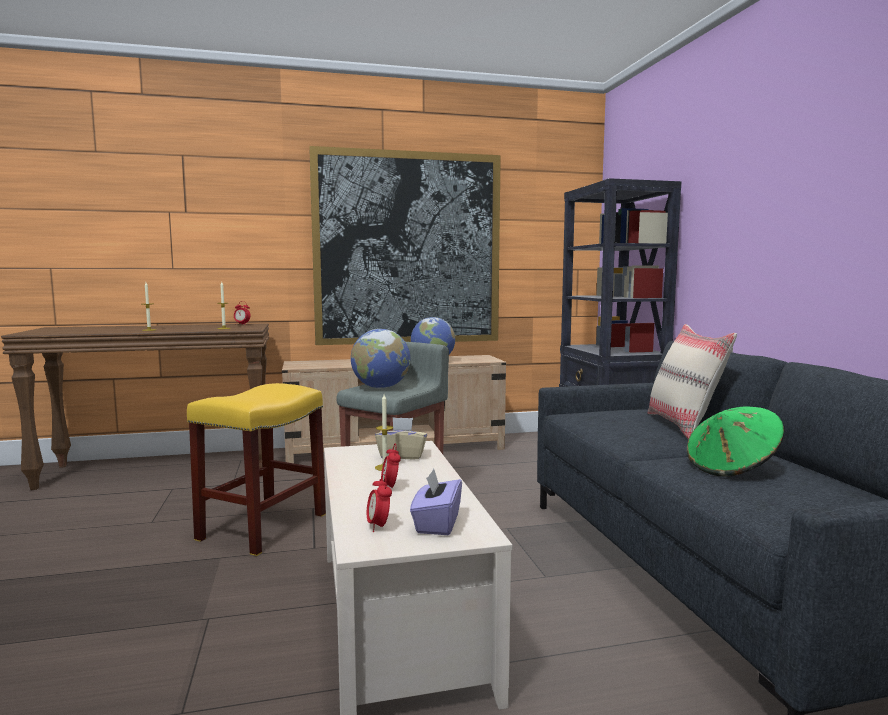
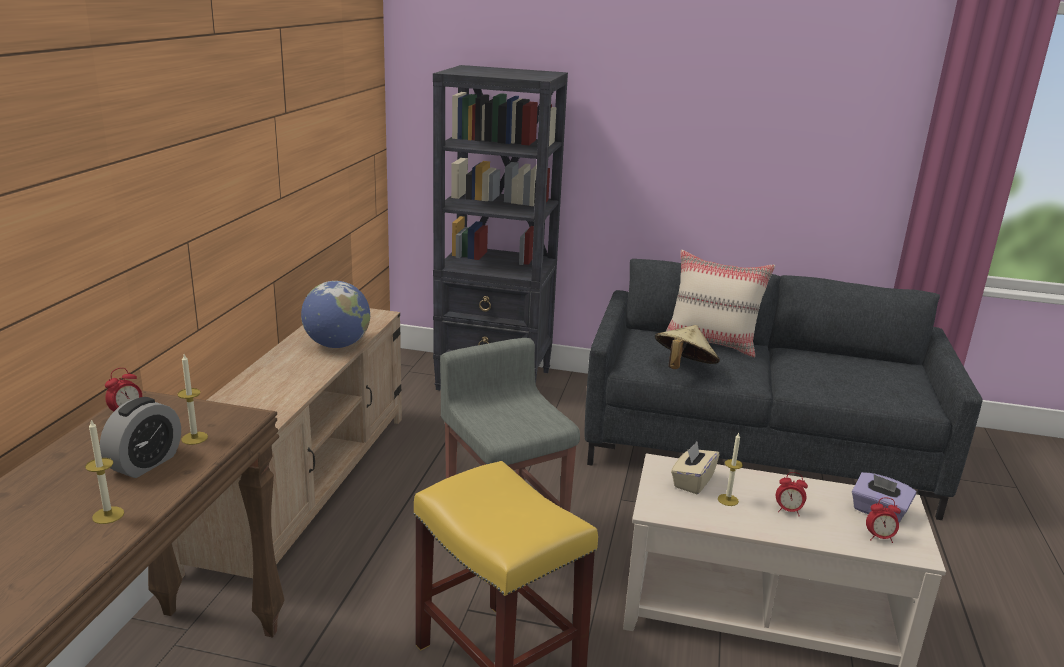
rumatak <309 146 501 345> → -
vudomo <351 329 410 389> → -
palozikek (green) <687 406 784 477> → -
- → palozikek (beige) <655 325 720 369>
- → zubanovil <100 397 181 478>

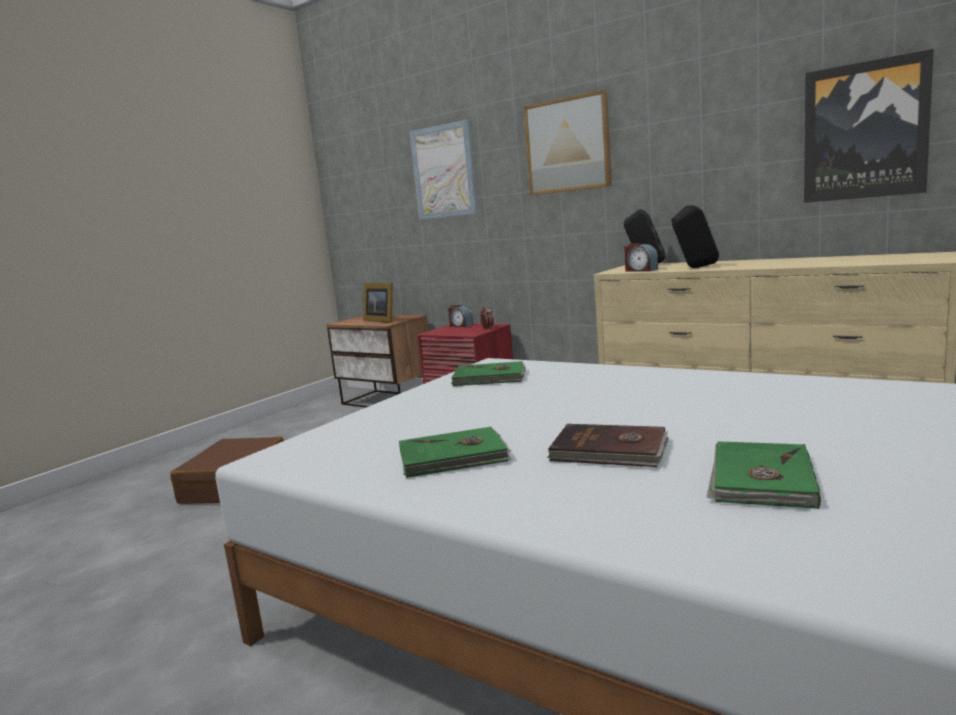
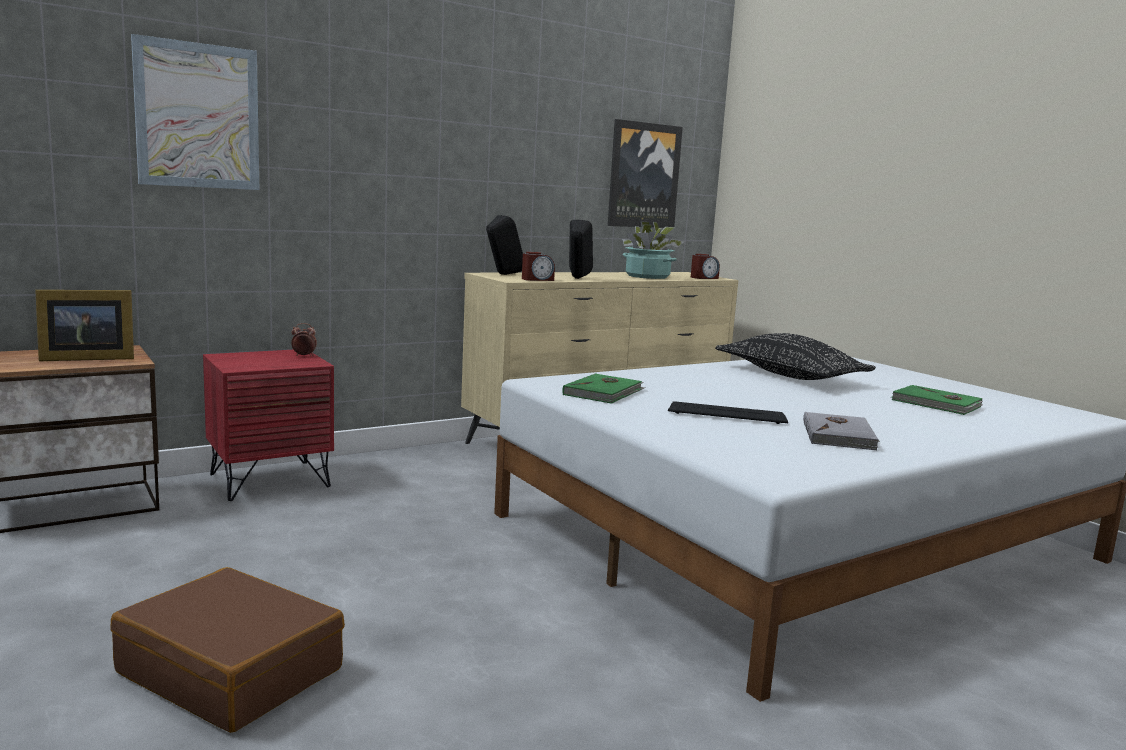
rumatak <523 90 612 195> → -
zubanovil <448 305 473 327> → zubanovil <691 254 720 279>, shifted
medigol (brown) <547 424 669 467> → -
medigol (green) <399 427 511 478> → medigol (grey) <803 412 880 450>
- → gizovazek <622 221 684 279>
- → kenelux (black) <715 333 876 380>
- → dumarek <668 401 788 424>

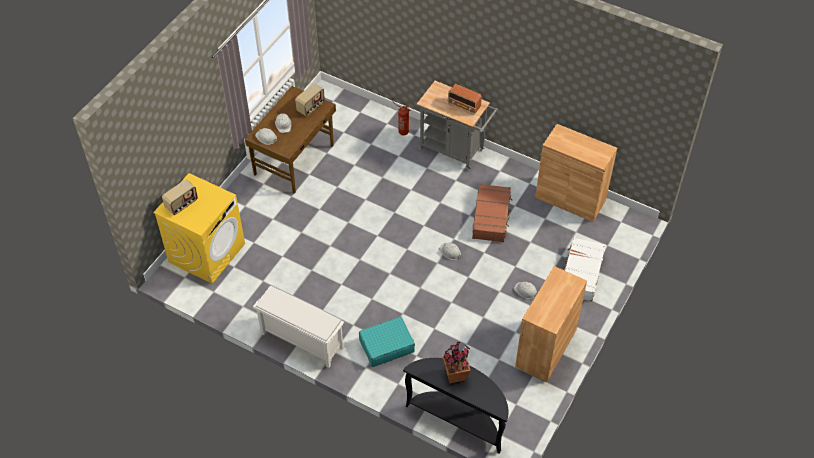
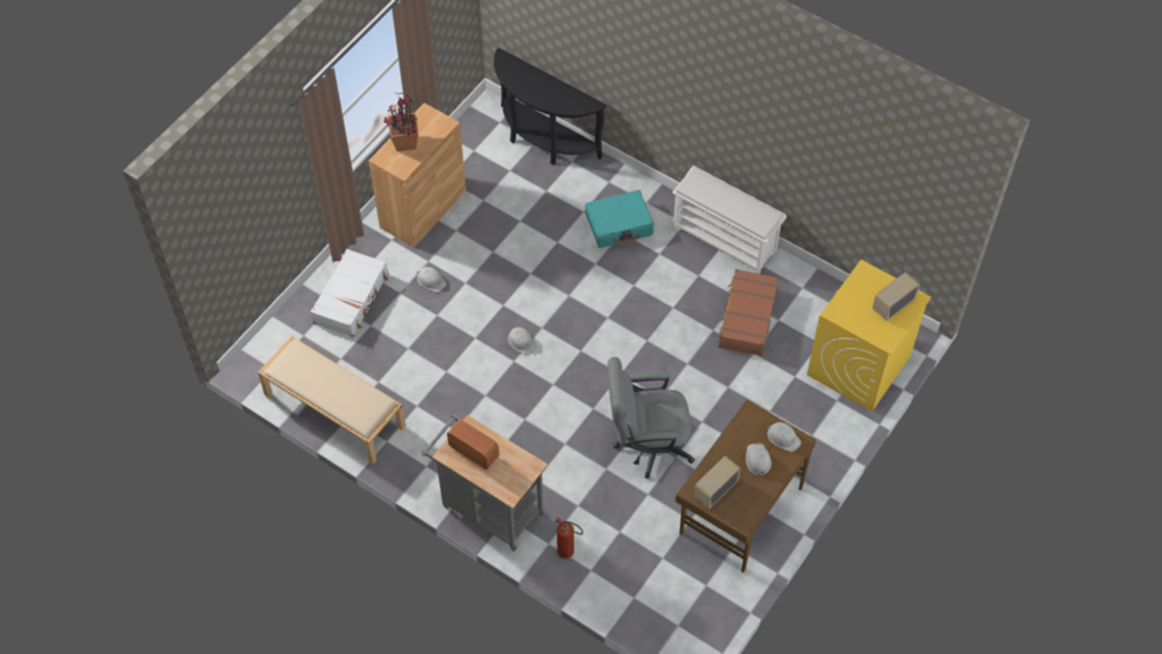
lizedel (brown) <535 124 617 222> → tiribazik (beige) <258 336 406 464>
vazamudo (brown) <472 184 512 242> → vazamudo (brown) <716 269 779 356>, shifted
gizovazek <442 342 471 384> → gizovazek <384 93 418 151>, shifted
- → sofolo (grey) <608 357 695 479>

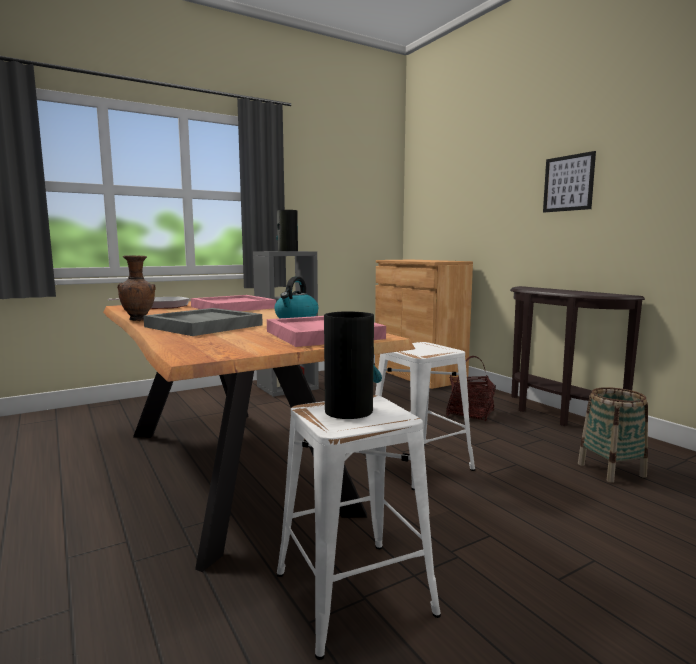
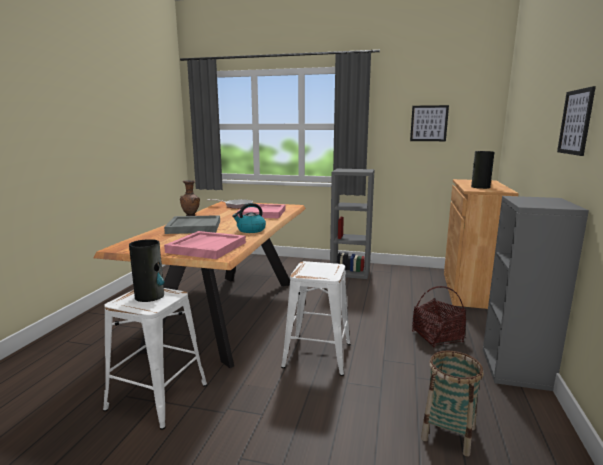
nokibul <276 210 298 251> → nokibul <471 151 494 189>, shifted
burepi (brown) <510 286 645 426> → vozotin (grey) <483 196 589 391>
- → rumatak <410 105 449 141>

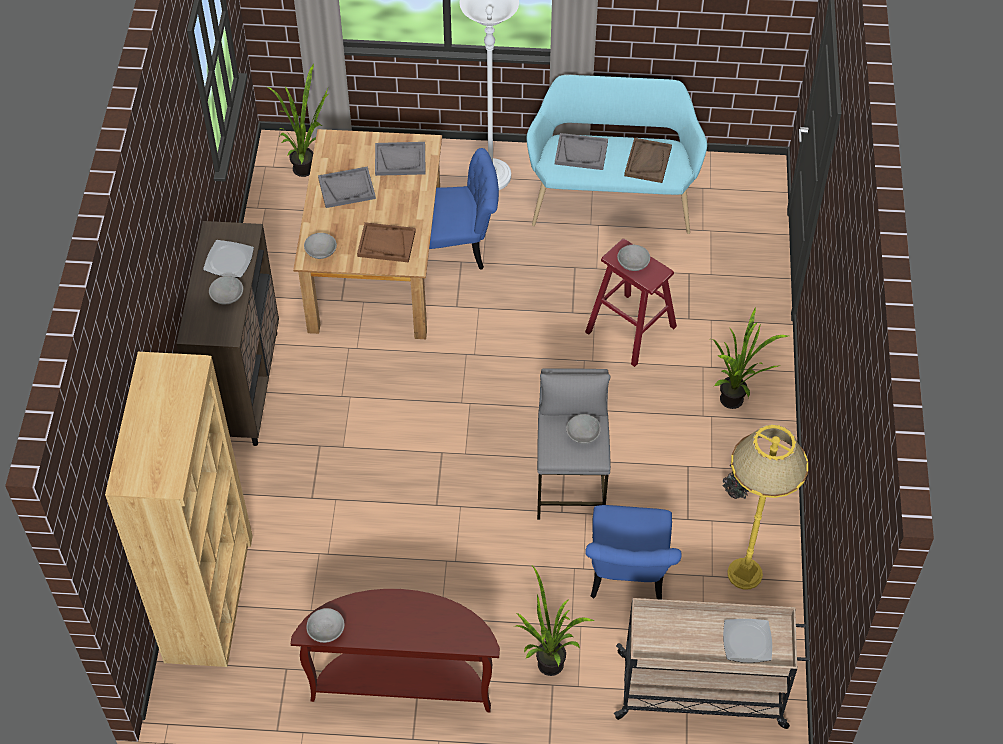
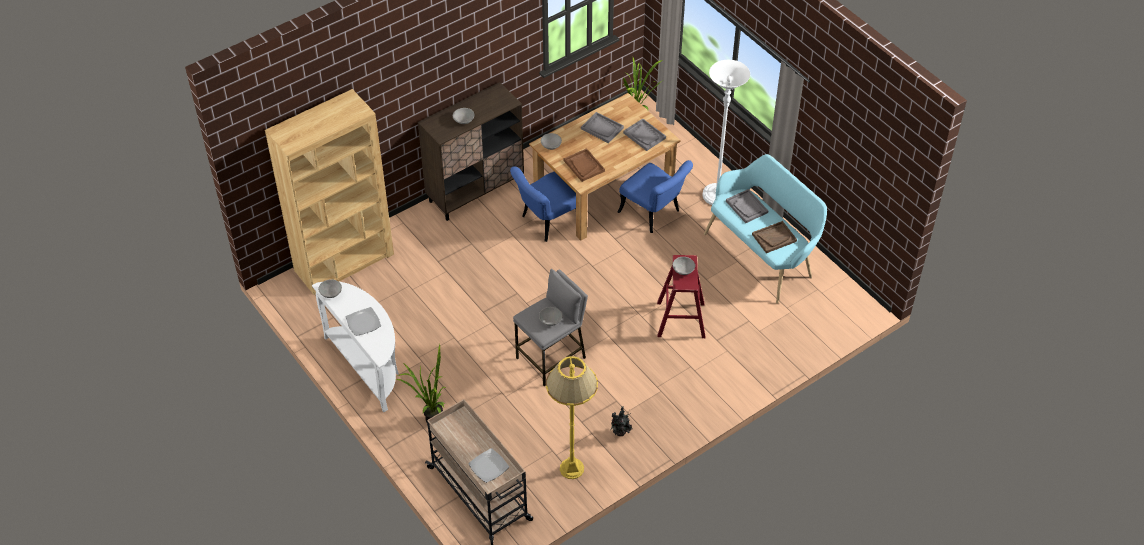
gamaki <203 240 254 278> → gamaki <346 307 381 336>, shifted
gizovazek <713 307 789 409> → -
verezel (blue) <585 505 682 600> → verezel (blue) <510 166 576 242>, shifted
burepi (brown) <291 589 500 712> → burepi (white) <312 282 399 412>

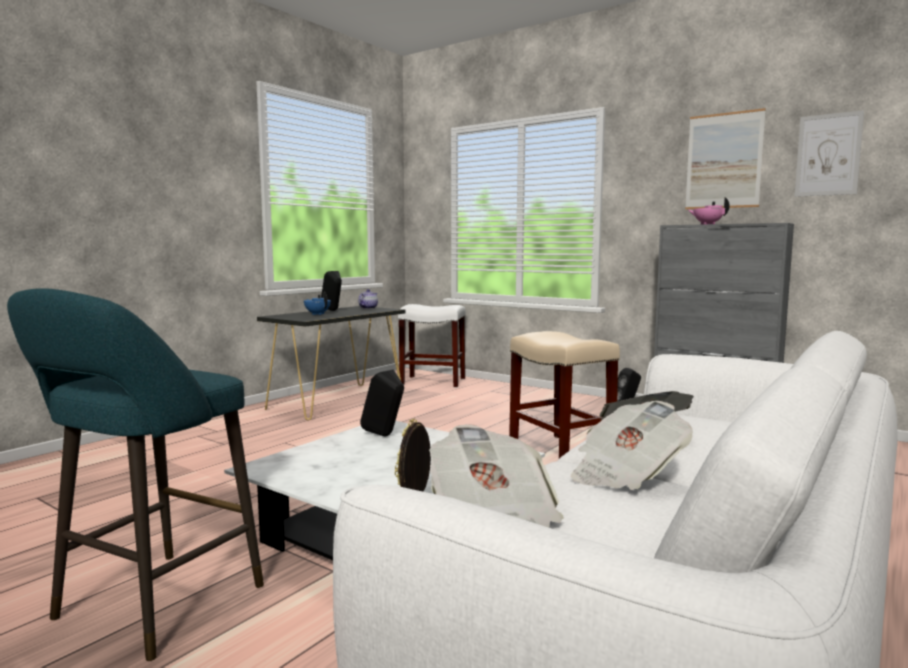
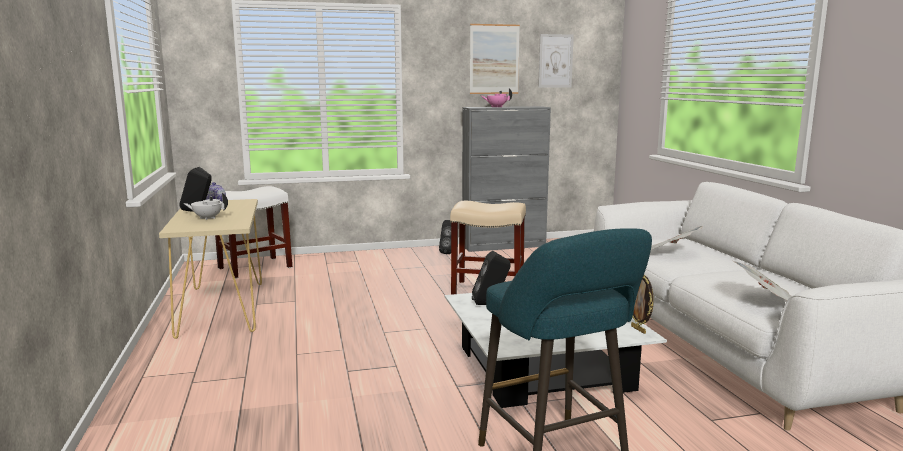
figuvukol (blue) <304 292 331 315> → figuvukol (white) <183 193 228 220>
burepi (black) <257 306 405 420> → burepi (beige) <159 199 262 339>
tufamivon <571 401 693 490> → -

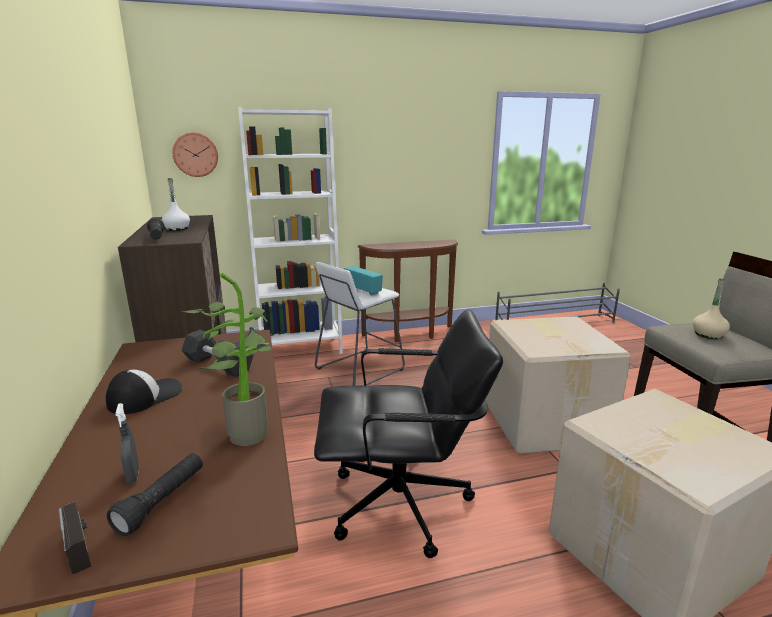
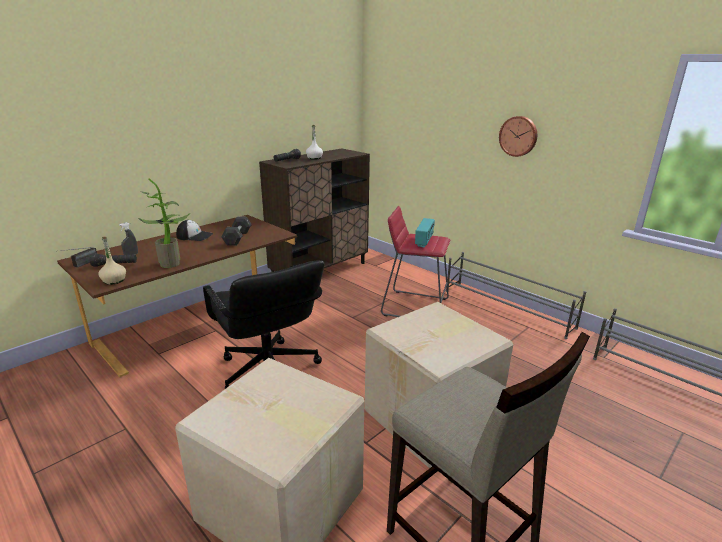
vozotin (white) <238 107 343 354> → -
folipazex <172 133 218 177> → folipazex <499 116 537 157>, shifted
burepi (brown) <358 239 458 343> → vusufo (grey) <446 252 586 339>
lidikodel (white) <315 262 405 386> → lidikodel (red) <381 206 450 317>
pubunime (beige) <693 278 730 339> → pubunime (beige) <98 236 126 285>, shifted

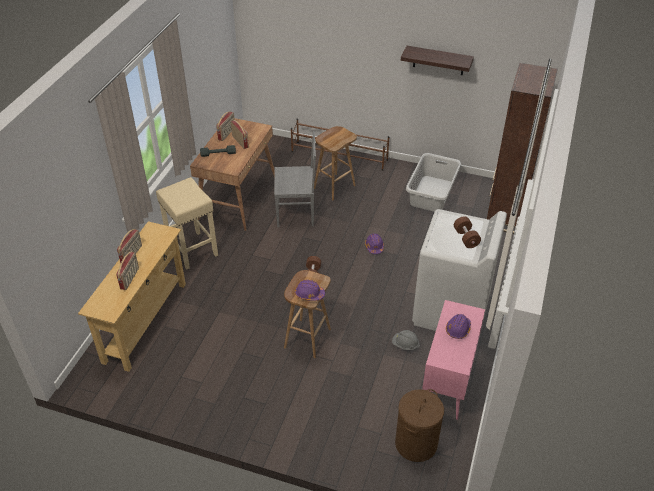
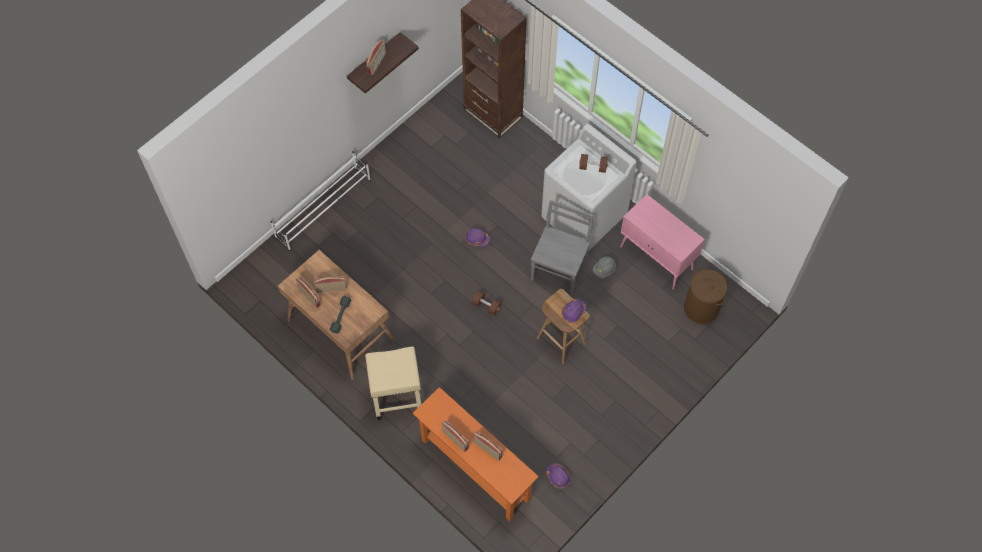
vusufo (brown) <291 119 390 171> → vusufo (white) <270 151 371 251>
lidikodel (brown) <314 126 357 201> → -
verezel (grey) <274 131 316 227> → verezel (grey) <531 200 593 295>, shifted
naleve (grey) <406 153 461 212> → -
burepi (beige) <78 221 186 372> → burepi (orange) <413 387 539 521>
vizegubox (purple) <446 314 471 339> → vizegubox (purple) <546 463 571 489>, shifted
- → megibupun <366 40 386 75>

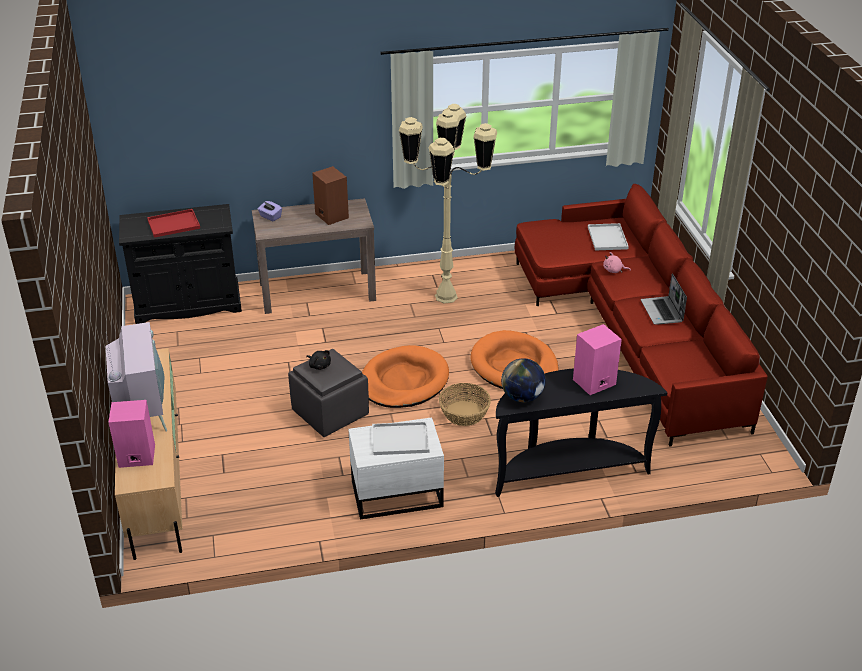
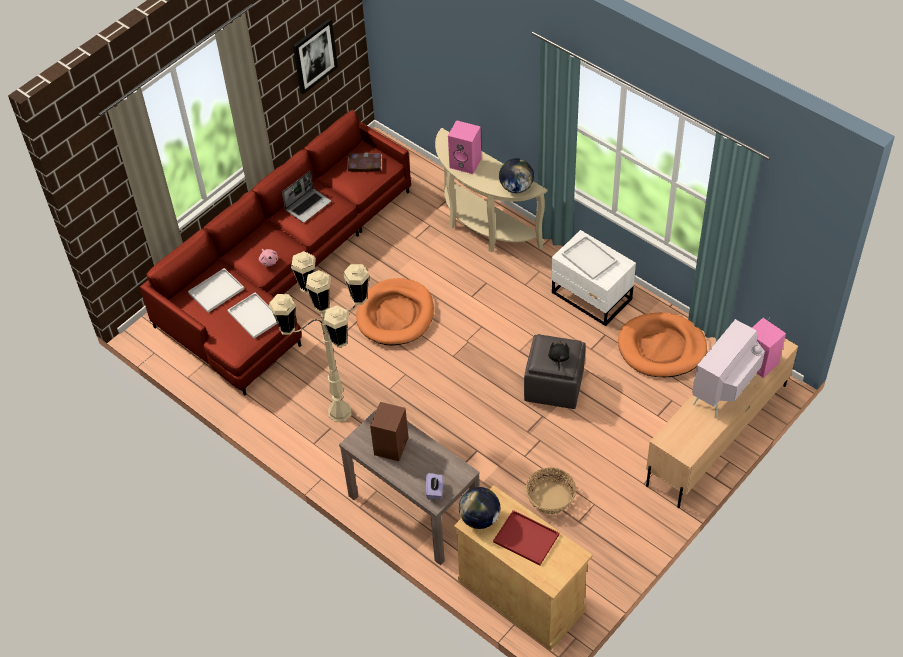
lizedel (black) <119 204 242 324> → lizedel (beige) <454 485 592 651>
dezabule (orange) <362 345 449 408> → dezabule (orange) <618 313 707 377>, shifted
burepi (black) <495 368 667 497> → burepi (beige) <435 128 547 252>
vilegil <439 383 491 426> → vilegil <526 467 576 514>, shifted
- → rumatak <293 18 338 94>
- → medigol <347 153 382 172>
- → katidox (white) <227 292 277 339>
- → vudomo <459 487 500 529>

